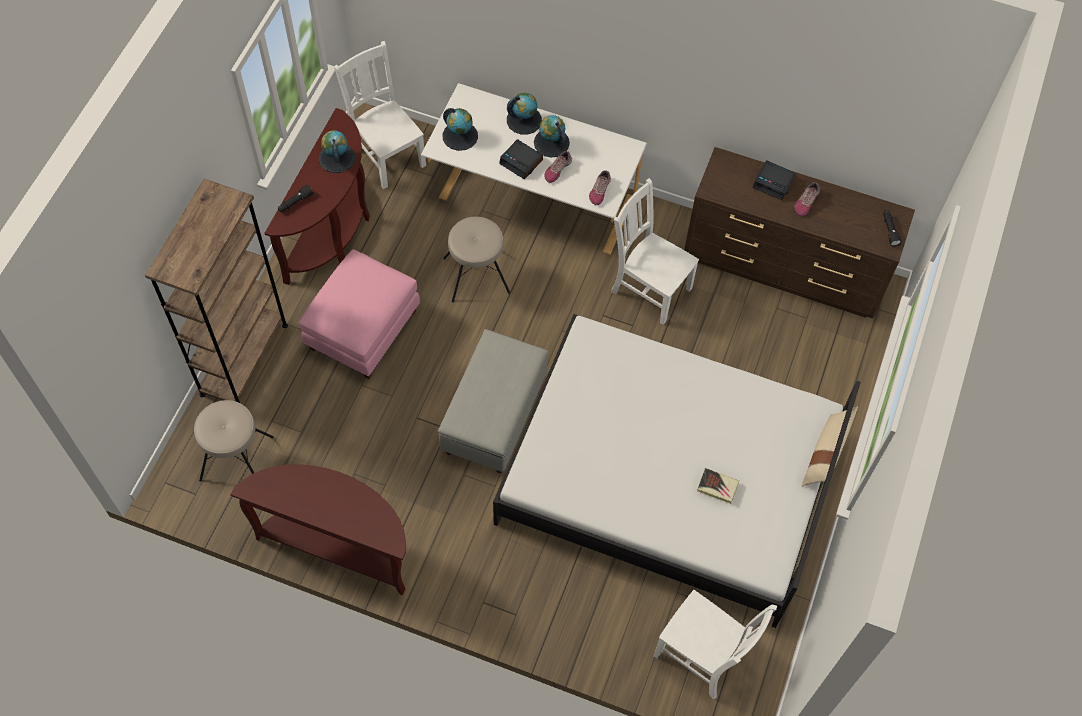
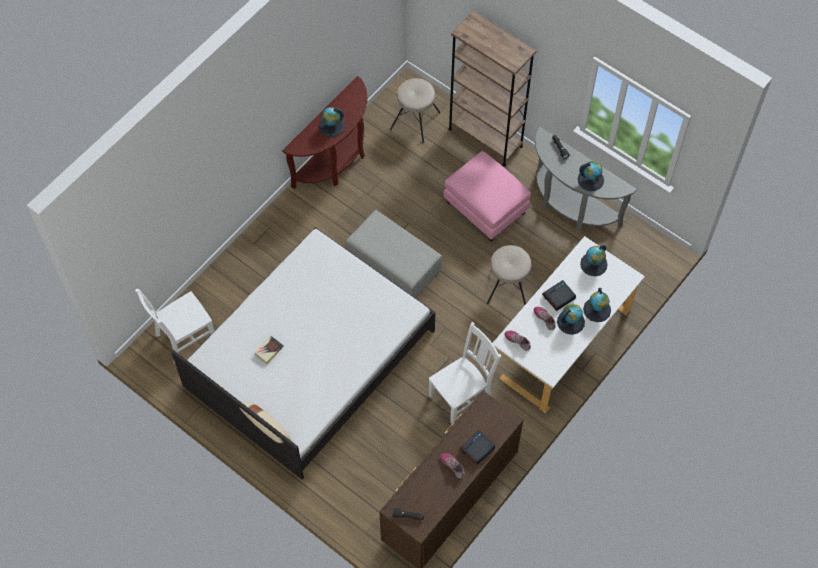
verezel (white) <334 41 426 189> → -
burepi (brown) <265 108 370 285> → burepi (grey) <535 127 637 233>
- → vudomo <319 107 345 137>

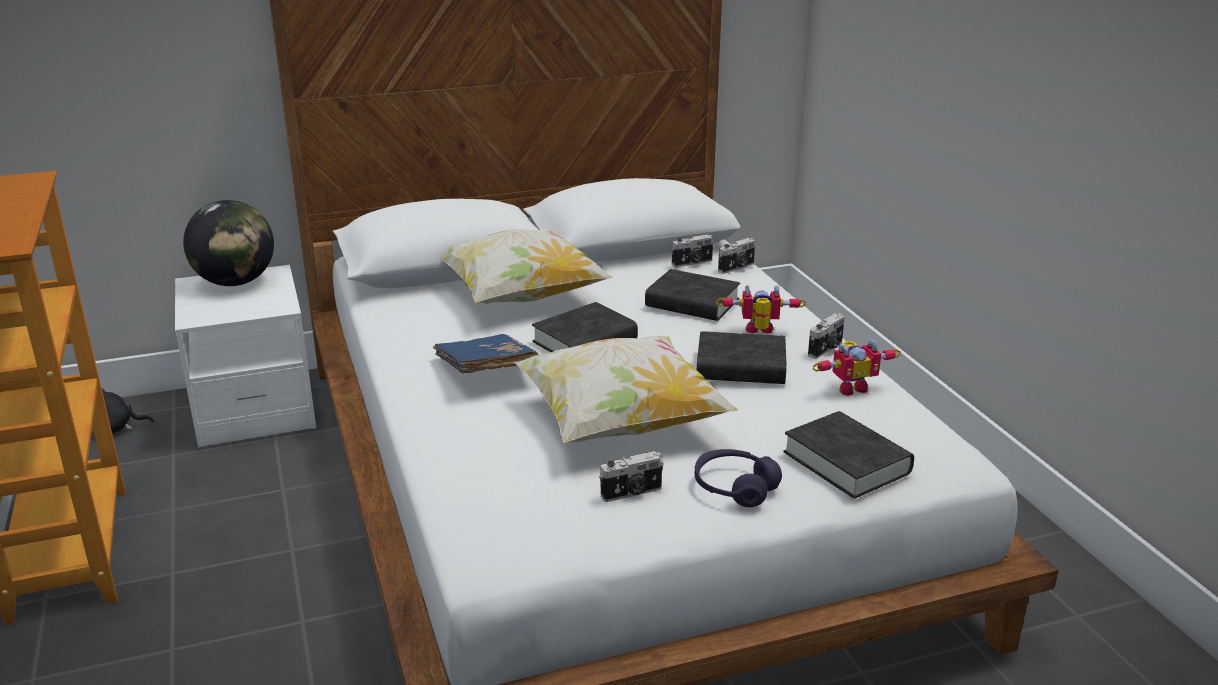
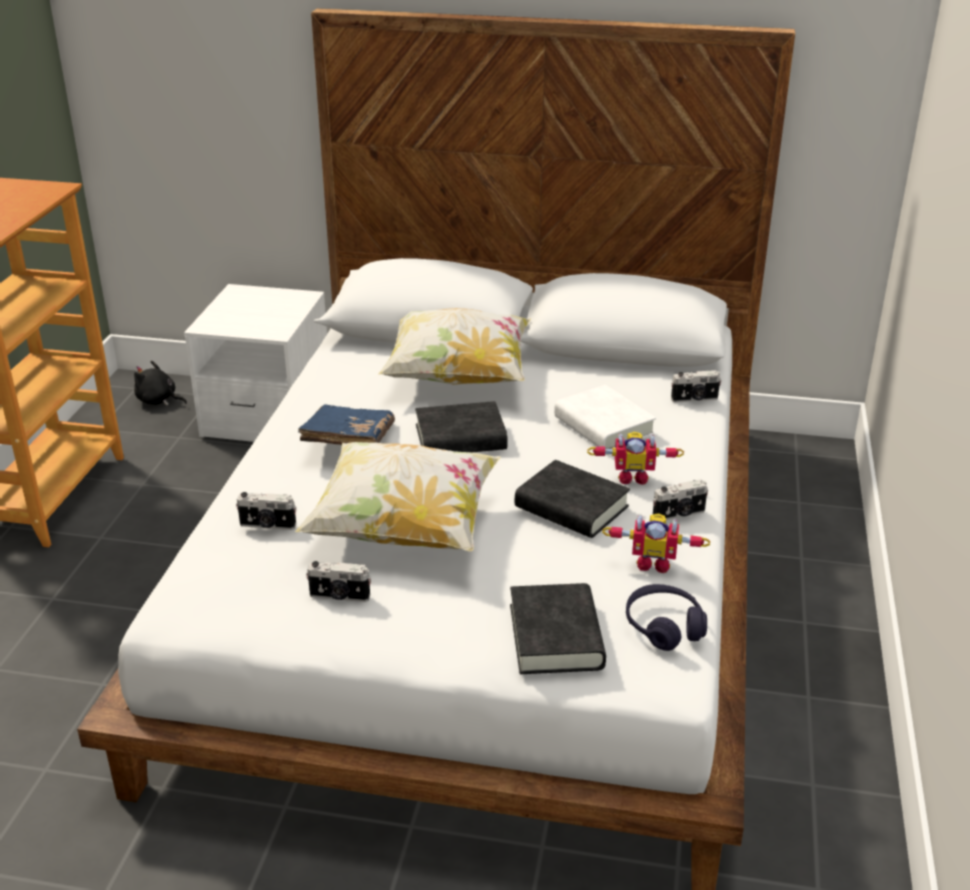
vudomo <183 200 274 286> → -
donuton <671 234 714 267> → donuton <236 492 296 530>, shifted
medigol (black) <645 269 740 321> → medigol (white) <554 385 656 449>
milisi <716 285 806 333> → milisi <587 432 684 485>, 150 degrees clockwise
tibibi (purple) <695 449 782 507> → tibibi (purple) <626 584 707 651>, shifted

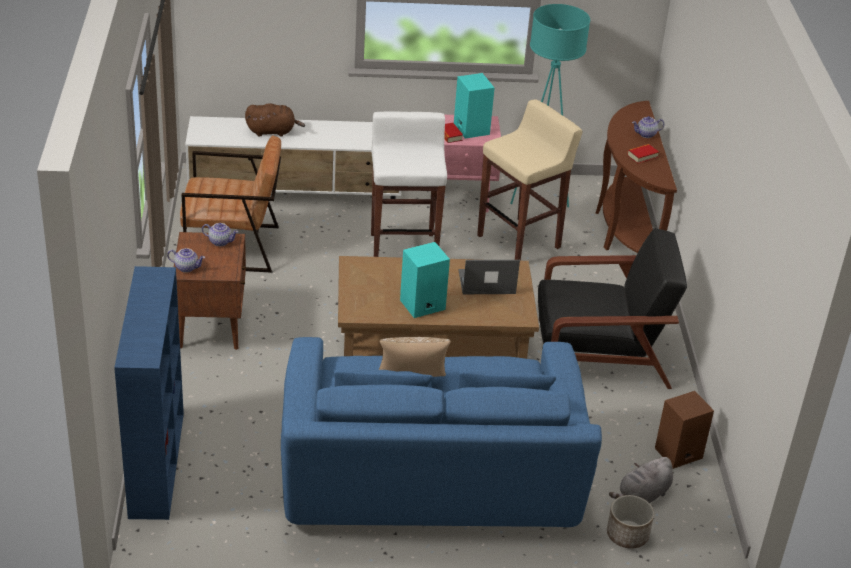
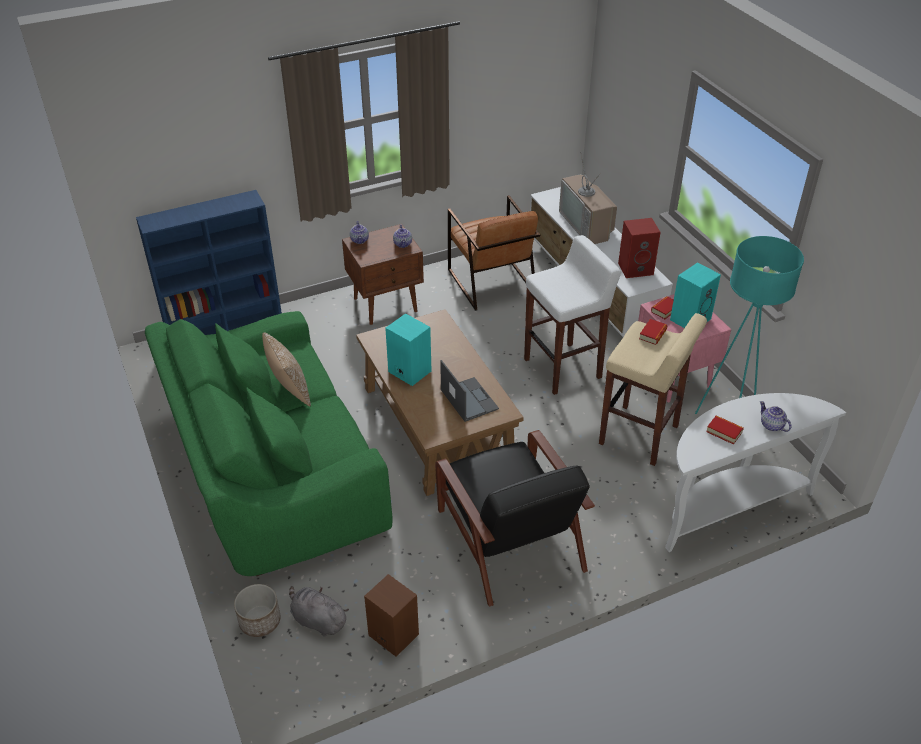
burepi (brown) <595 101 677 253> → burepi (white) <665 393 846 552>
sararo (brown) <245 103 305 136> → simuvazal <559 152 617 244>
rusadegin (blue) <281 337 602 527> → rusadegin (green) <145 311 393 576>
- → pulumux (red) <618 218 661 278>
- → medigol <639 319 667 345>

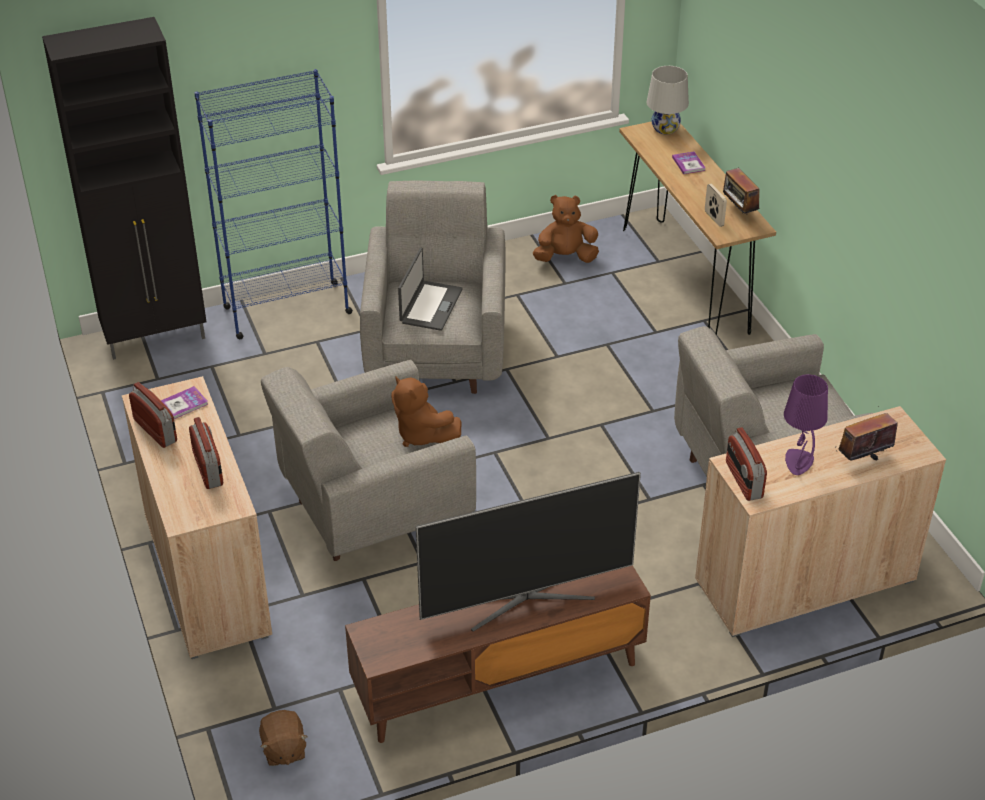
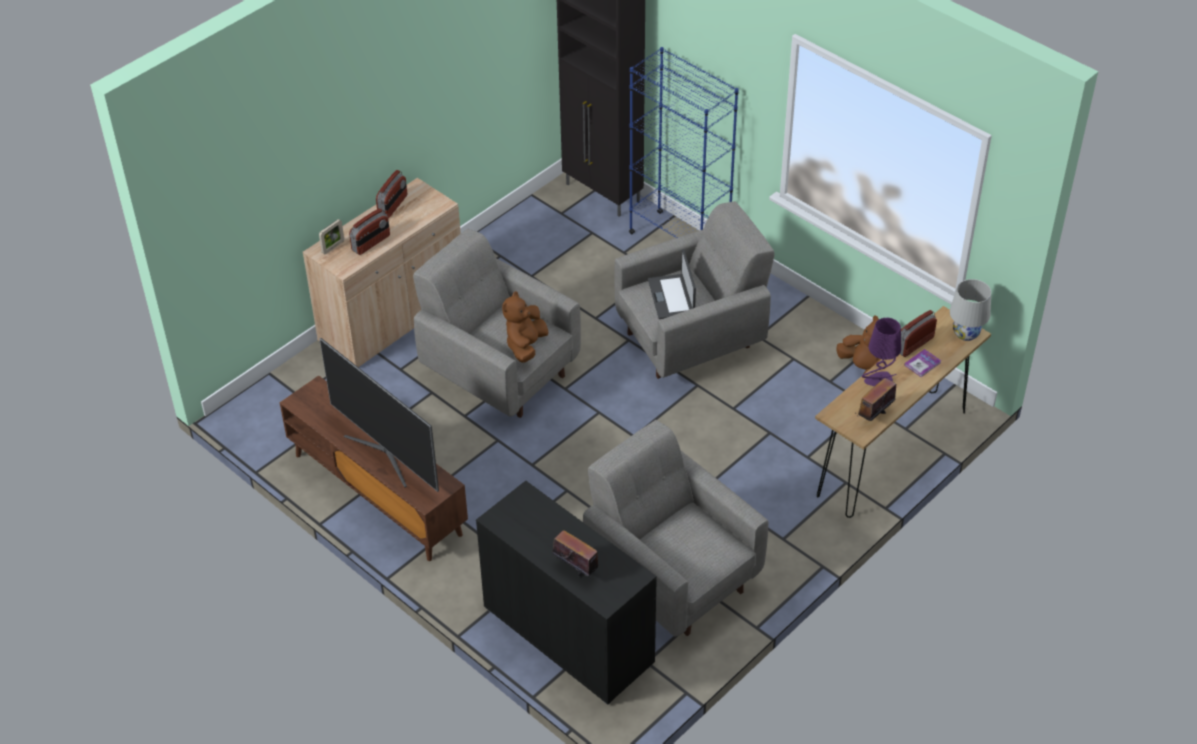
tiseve <705 184 727 227> → tiseve <319 219 344 254>, shifted
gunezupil <398 248 462 331> → gunezupil <648 249 696 319>, 90 degrees clockwise
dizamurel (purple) <783 374 828 475> → dizamurel (purple) <862 318 901 386>, shifted
medigol <161 386 208 419> → -
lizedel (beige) <695 406 946 637> → lizedel (black) <476 481 657 705>
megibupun <726 427 767 501> → megibupun <900 310 937 357>, shifted
sararo (brown) <259 710 308 766> → -

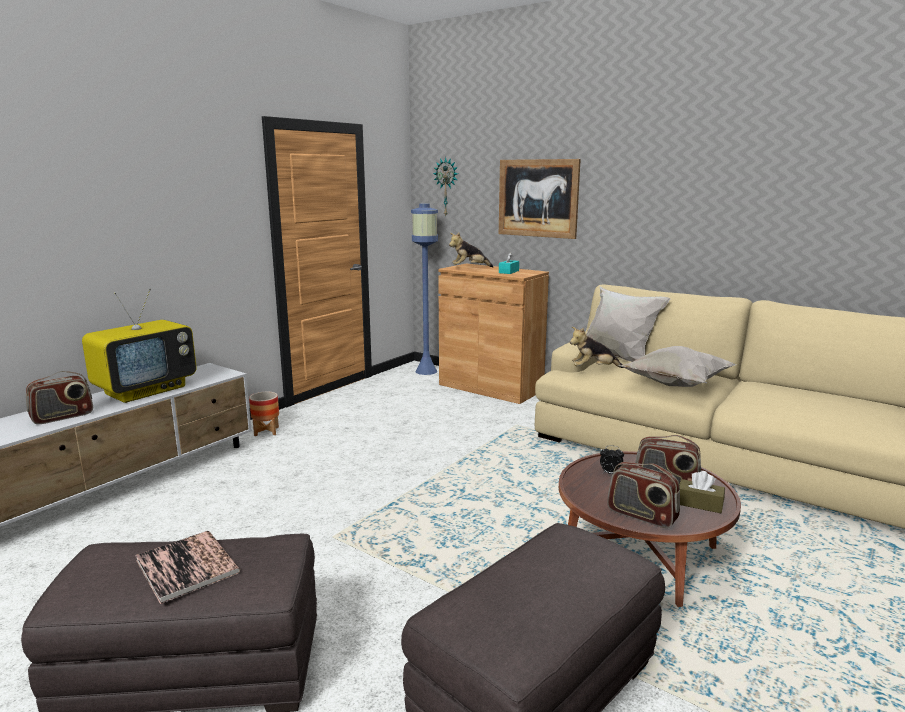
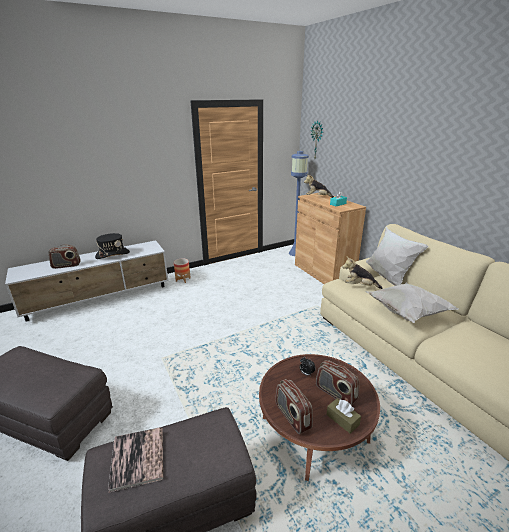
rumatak <499 159 581 239> → -
simuvazal <82 289 197 403> → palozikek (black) <95 233 130 259>
medigol <135 531 240 604> → medigol <108 427 163 493>, shifted

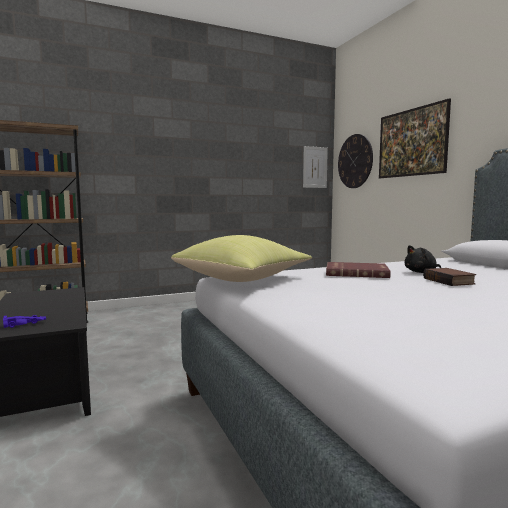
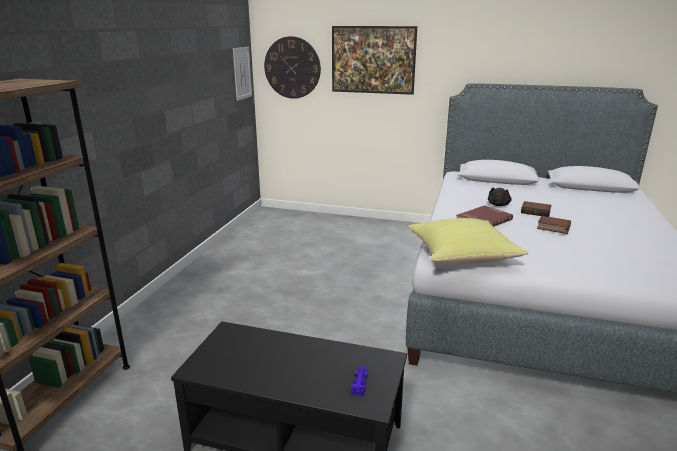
- → medigol <537 216 571 234>

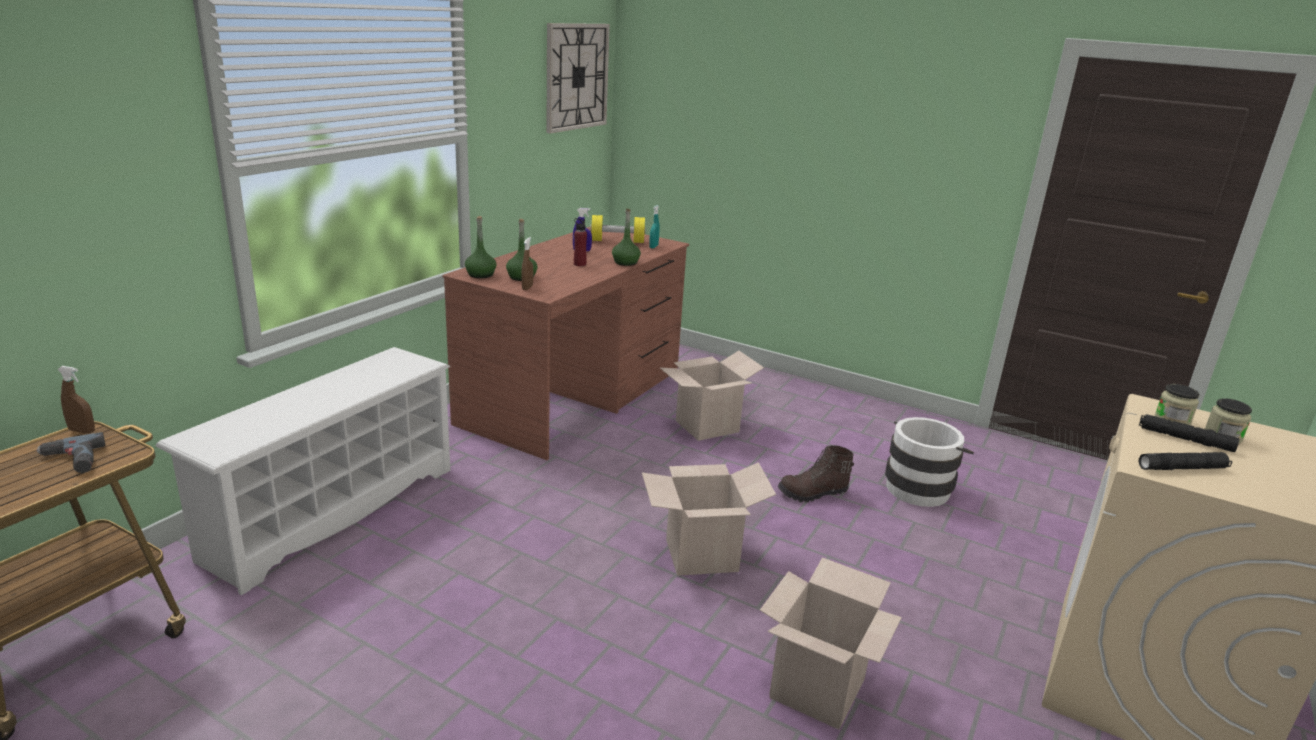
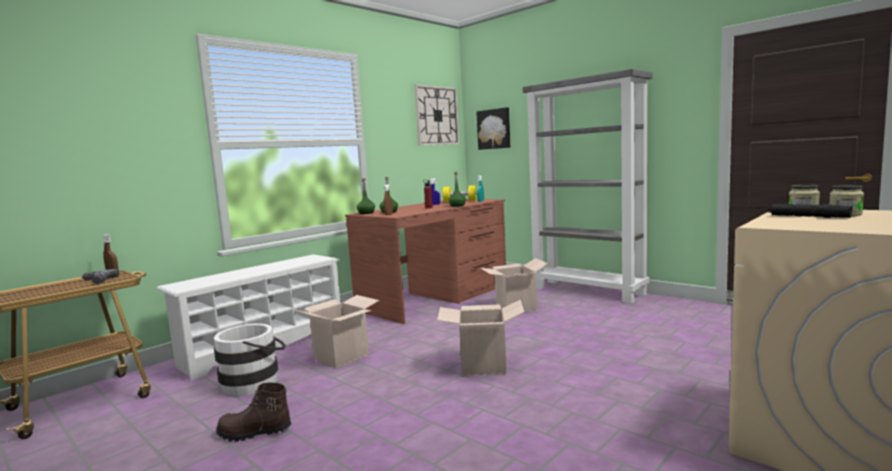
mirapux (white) <885 417 974 507> → mirapux (white) <214 324 286 396>, shifted
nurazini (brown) <778 445 854 502> → nurazini (brown) <216 382 291 442>, shifted
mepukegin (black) <1139 452 1232 470> → -
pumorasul <760 557 902 730> → pumorasul <292 295 379 368>, shifted
- → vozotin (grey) <522 69 652 304>
- → rumatak <476 107 510 150>

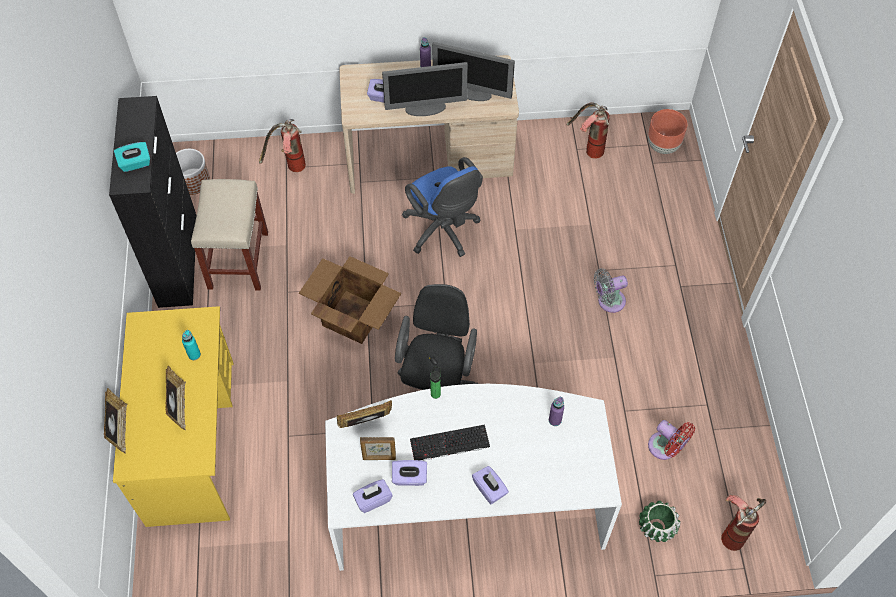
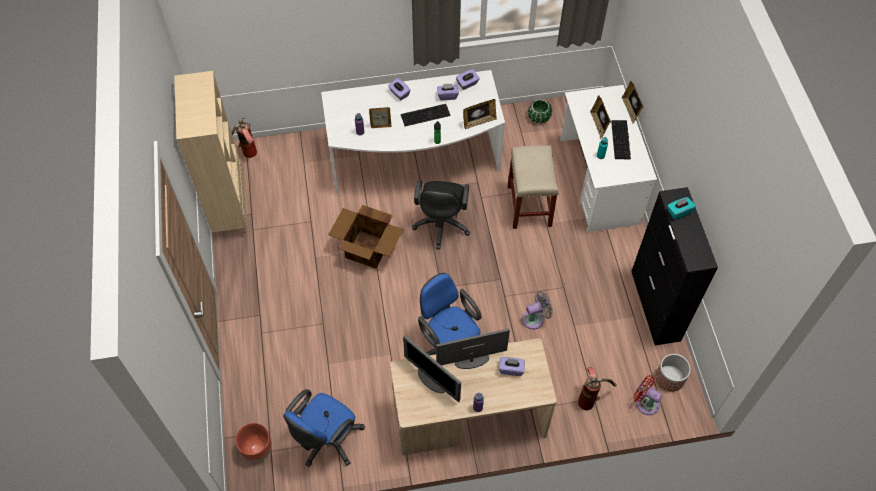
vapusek <432 42 515 101> → vapusek <403 336 461 402>, 150 degrees counterclockwise
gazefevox <567 102 610 159> → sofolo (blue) <283 389 365 467>
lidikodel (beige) <191 179 268 291> → lidikodel (beige) <508 145 558 229>, shifted
pumorasul <299 256 401 344> → pumorasul <328 205 404 269>, shifted
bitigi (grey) <594 268 628 313> → bitigi (grey) <522 291 553 329>, shifted
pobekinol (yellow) <113 306 234 527> → pobekinol (white) <560 85 657 232>
bitigi (red) <648 420 695 460> → bitigi (red) <633 375 662 415>, shifted
tiseve <360 437 396 460> → tiseve <369 107 391 128>, shifted
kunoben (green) <639 500 680 542> → kunoben (green) <528 99 552 124>, shifted
- → vozotin (beige) <174 71 247 236>
- → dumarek <611 120 631 159>

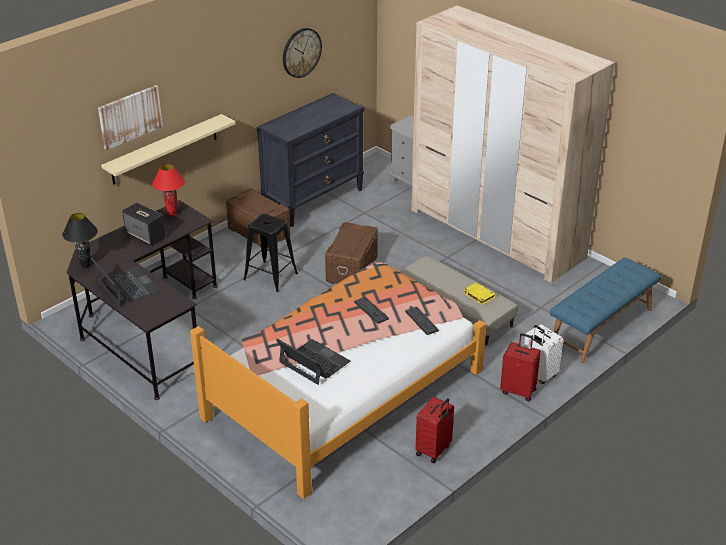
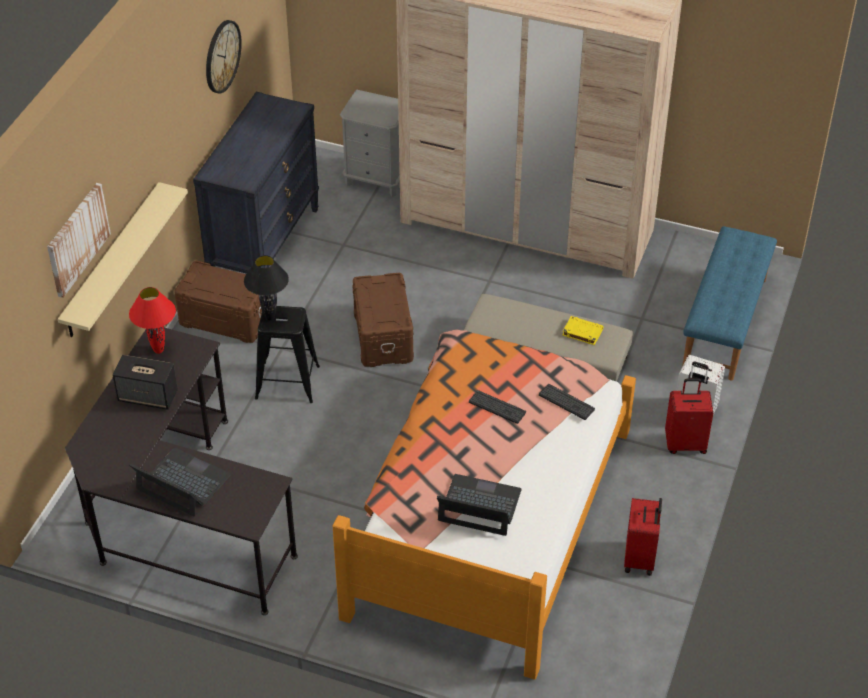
dizamurel (black) <62 213 98 268> → dizamurel (black) <244 255 289 320>, shifted

